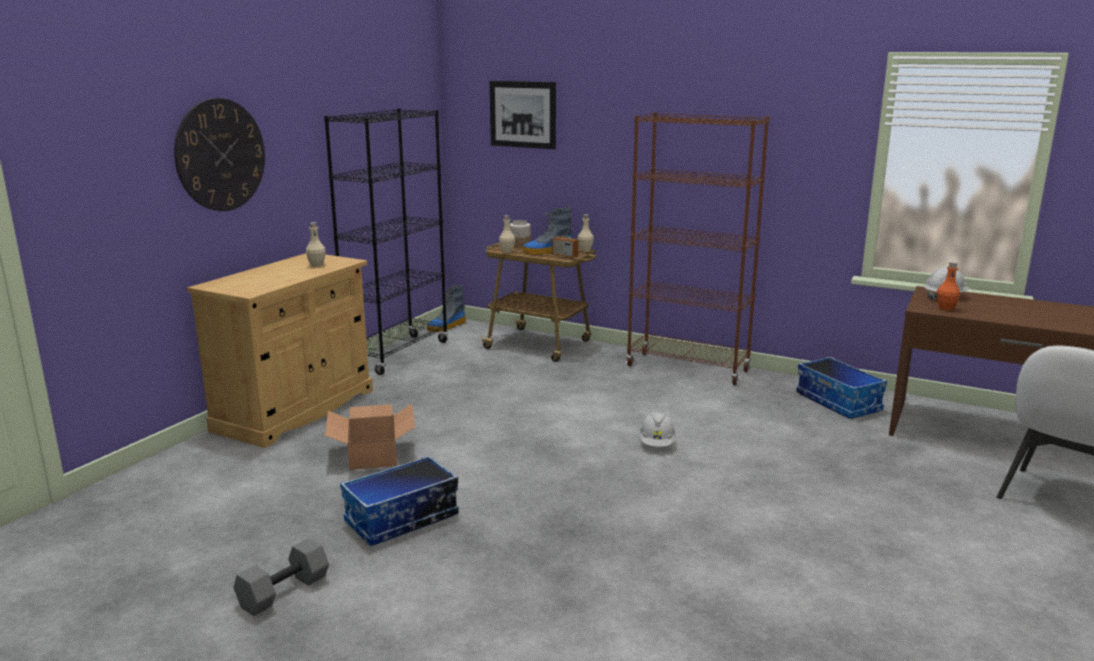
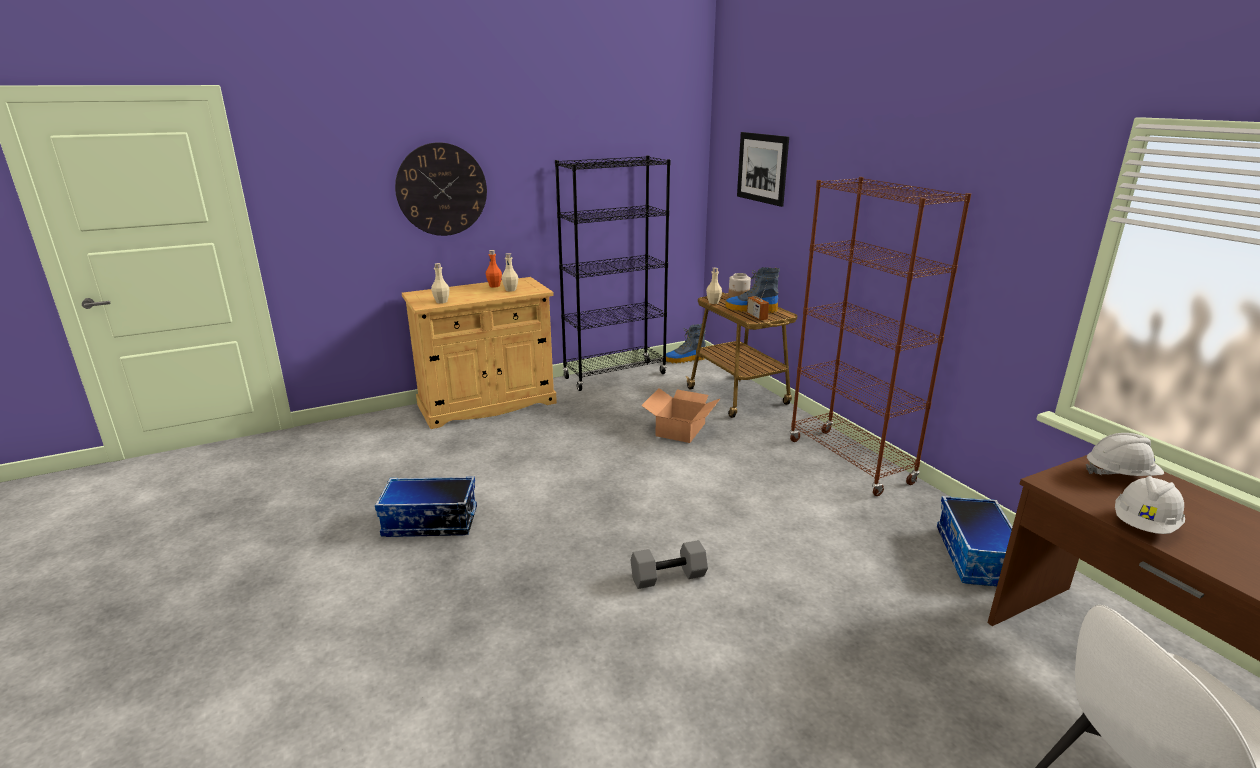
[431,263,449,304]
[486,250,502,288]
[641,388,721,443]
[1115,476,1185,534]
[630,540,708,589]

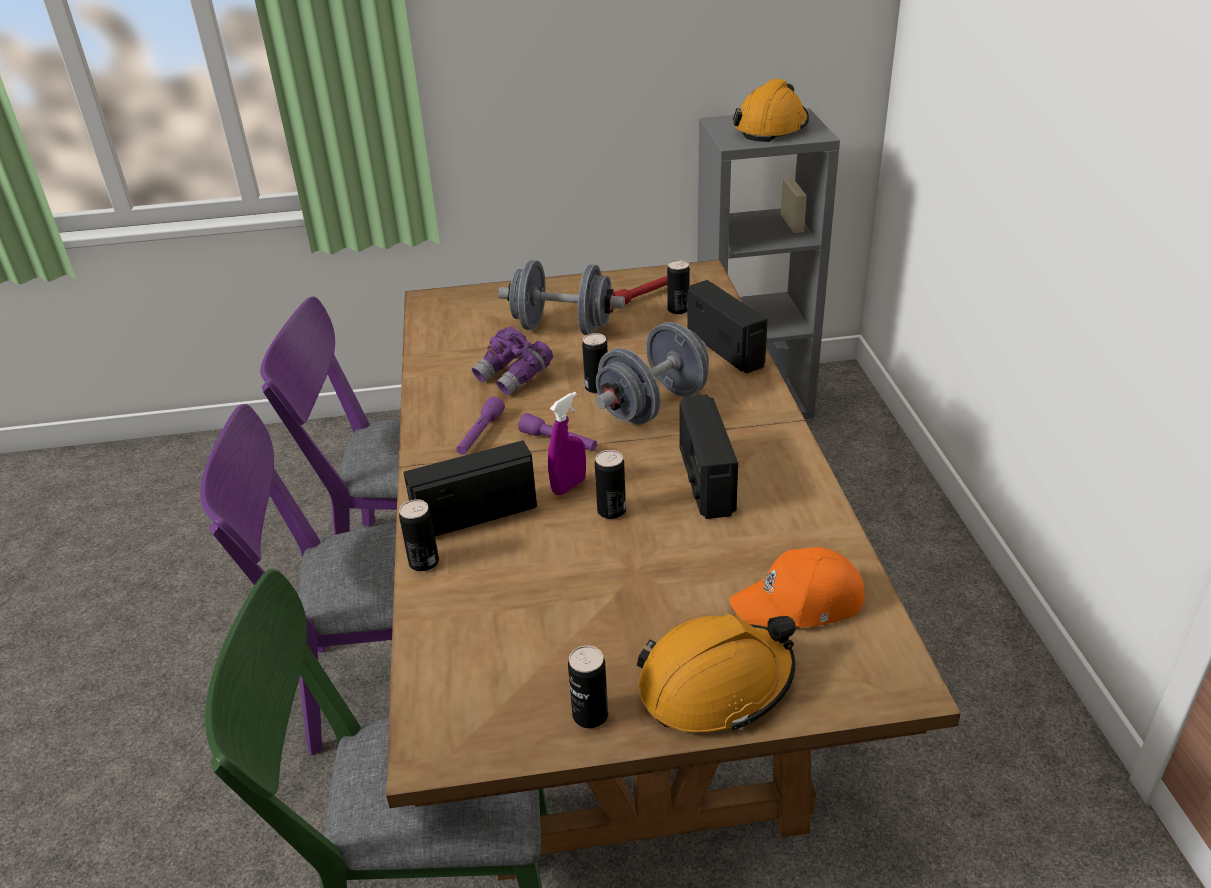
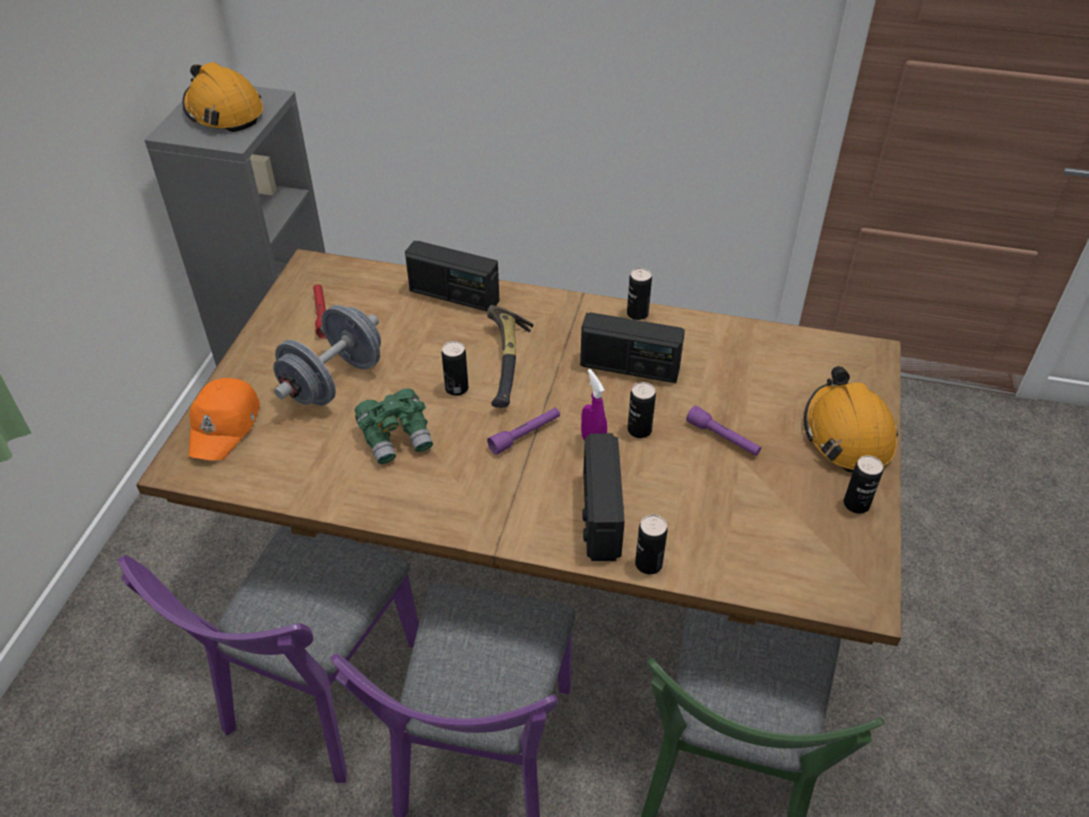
[627,268,652,320]
[405,241,499,311]
[487,305,534,408]
[355,389,433,464]
[686,405,761,456]
[188,378,260,460]

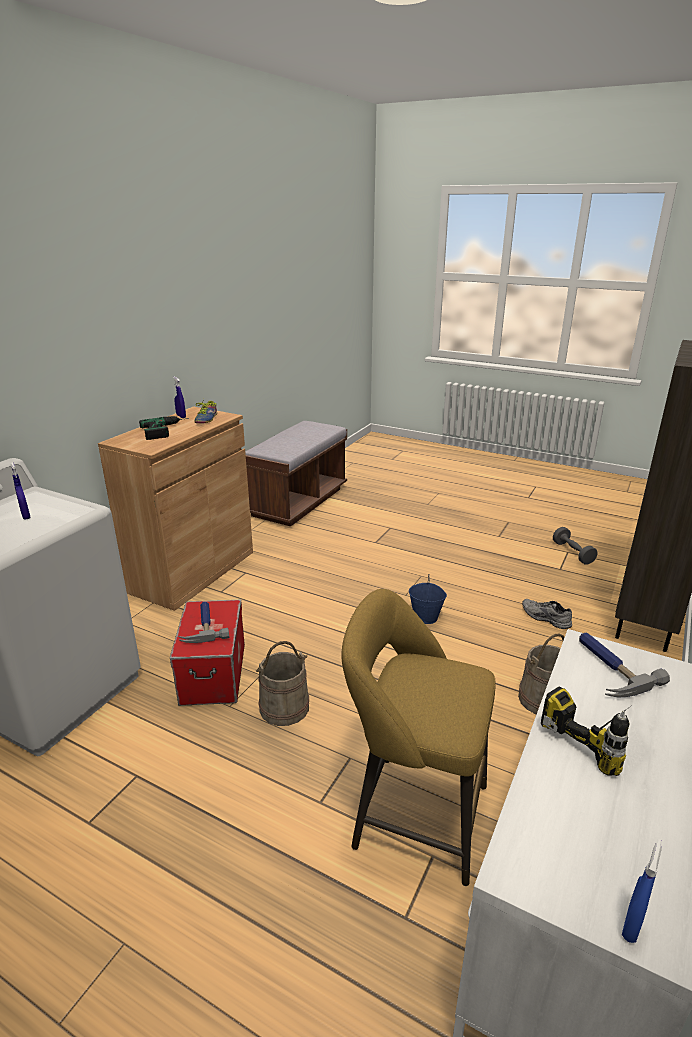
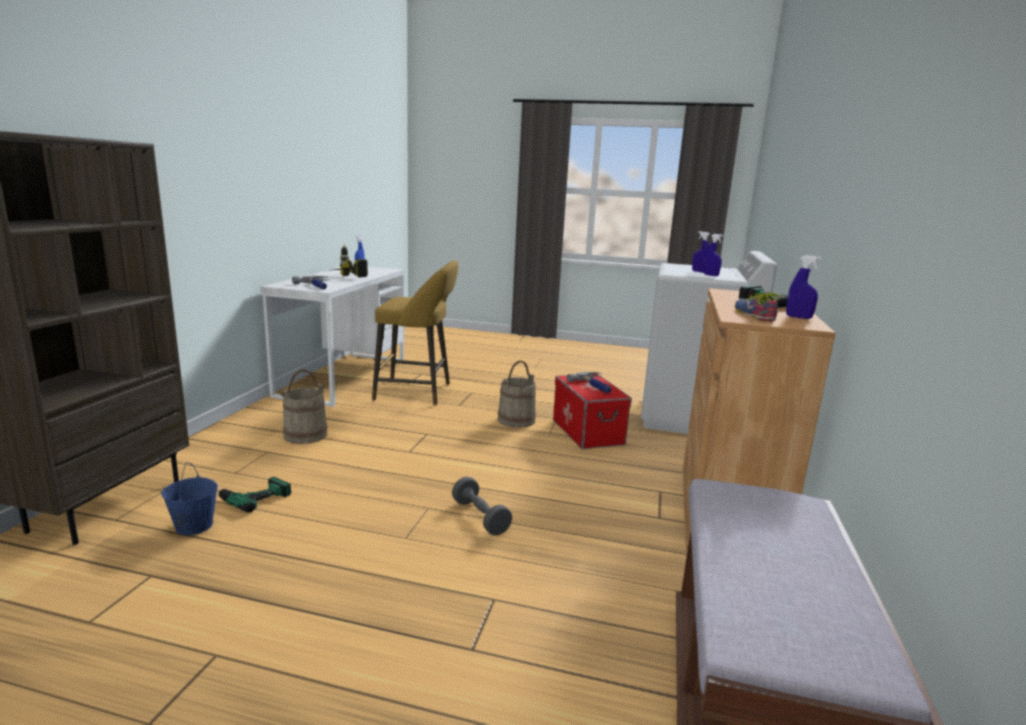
[452,477,512,536]
[161,462,218,535]
[217,477,291,513]
[704,234,723,276]

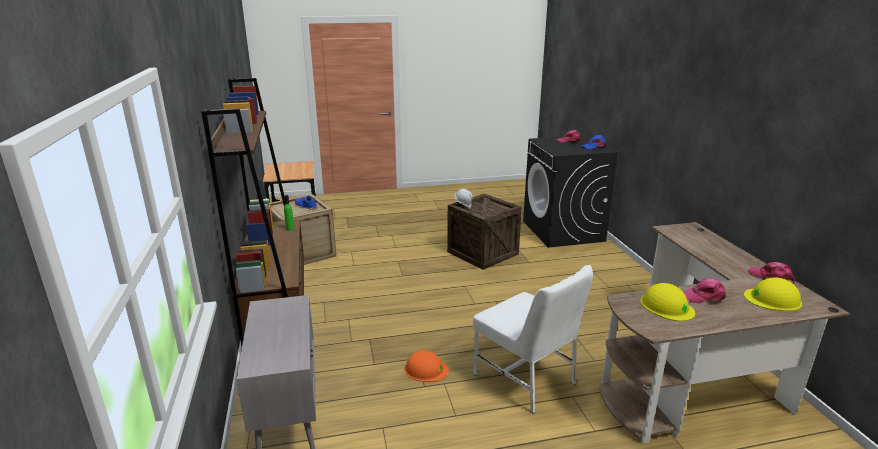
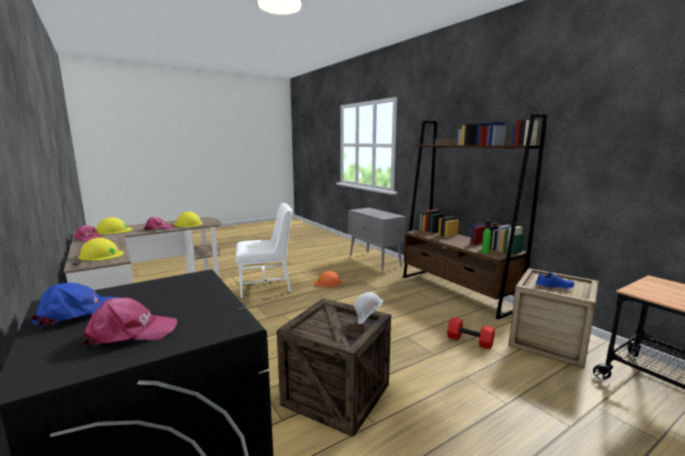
[236,203,292,298]
[78,238,124,261]
[447,317,495,349]

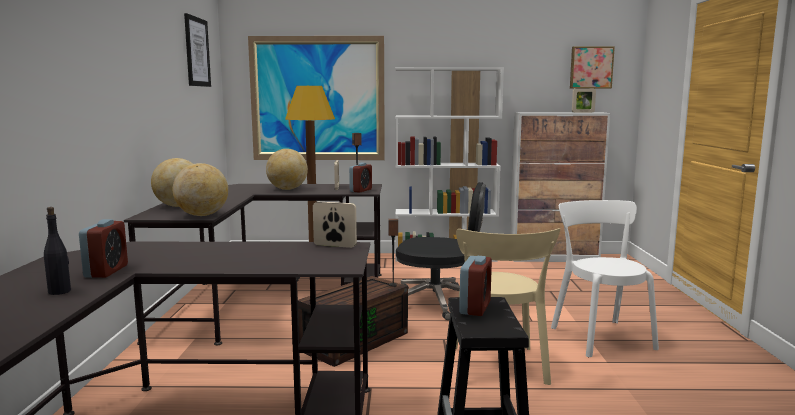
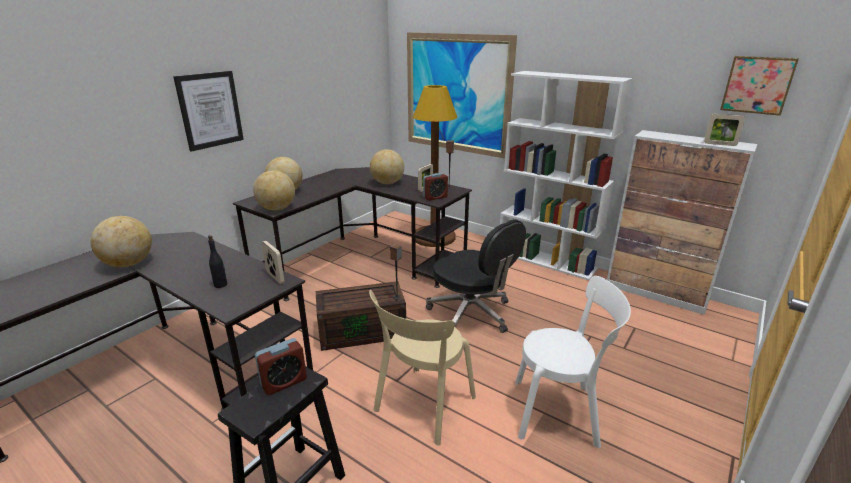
[173,71,244,152]
[515,276,631,448]
[208,235,227,288]
[91,216,152,267]

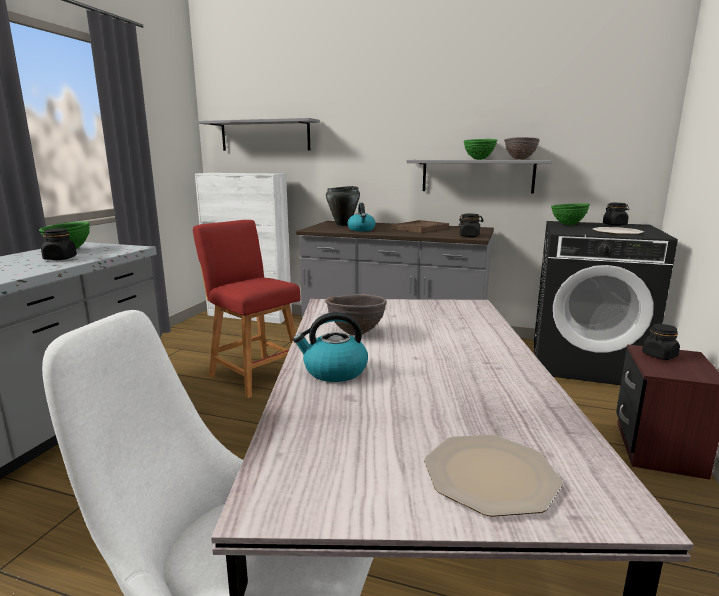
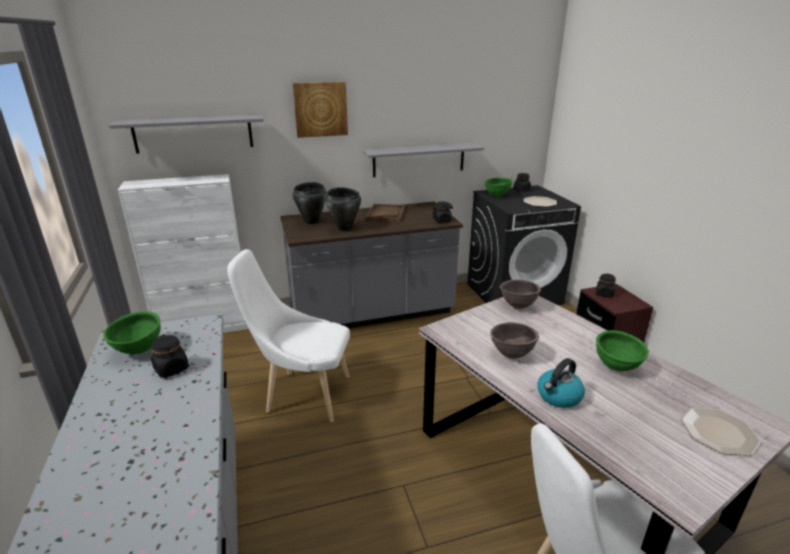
[500,280,541,309]
[596,330,649,372]
[325,187,361,231]
[227,249,350,422]
[293,82,348,138]

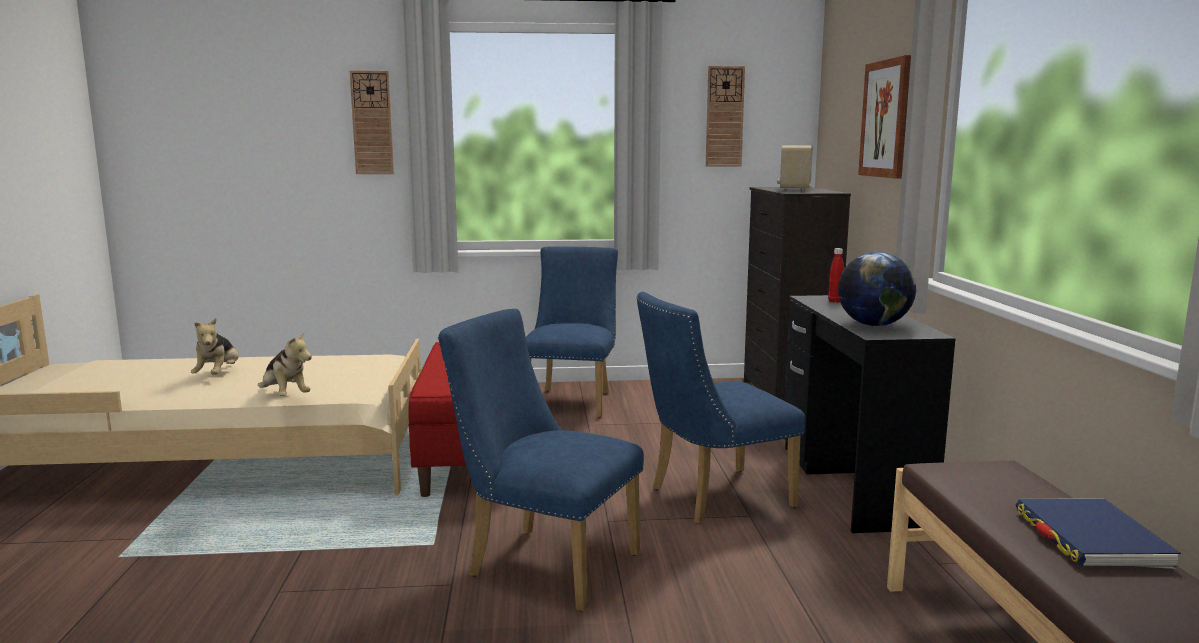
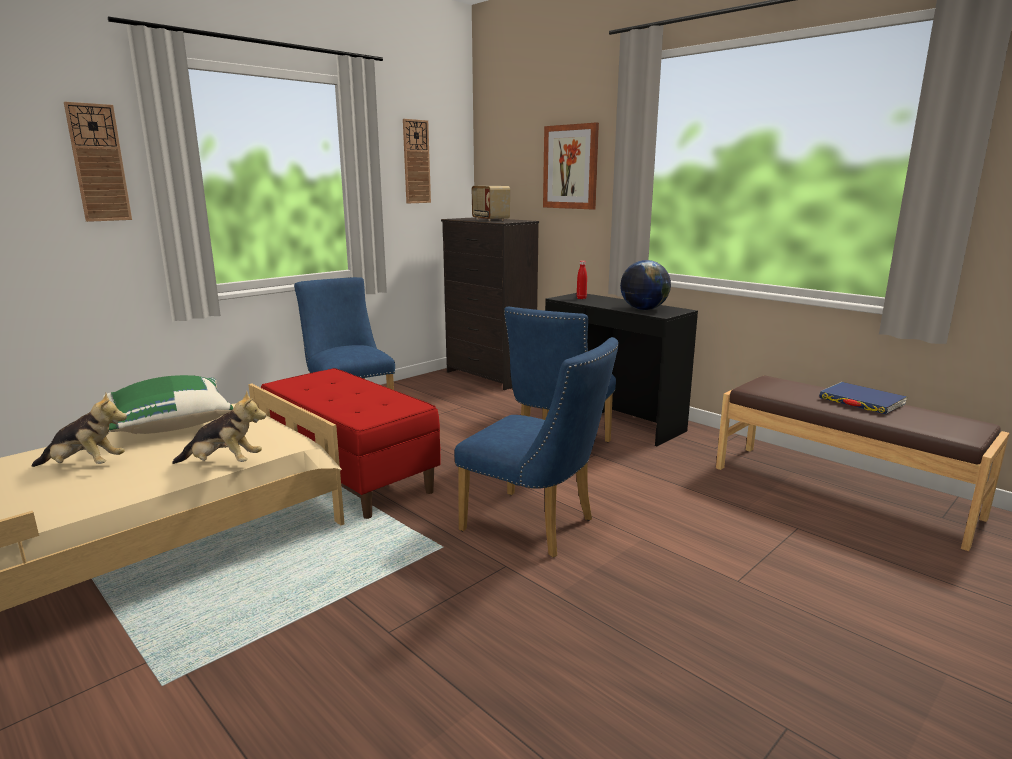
[454,337,619,558]
[32,393,127,467]
[103,375,234,434]

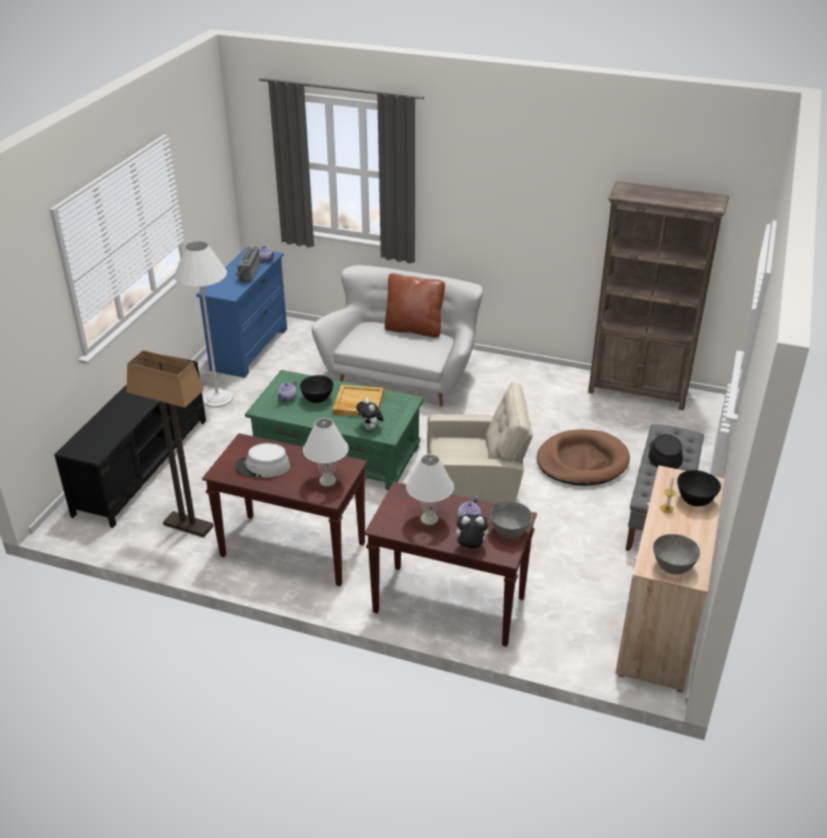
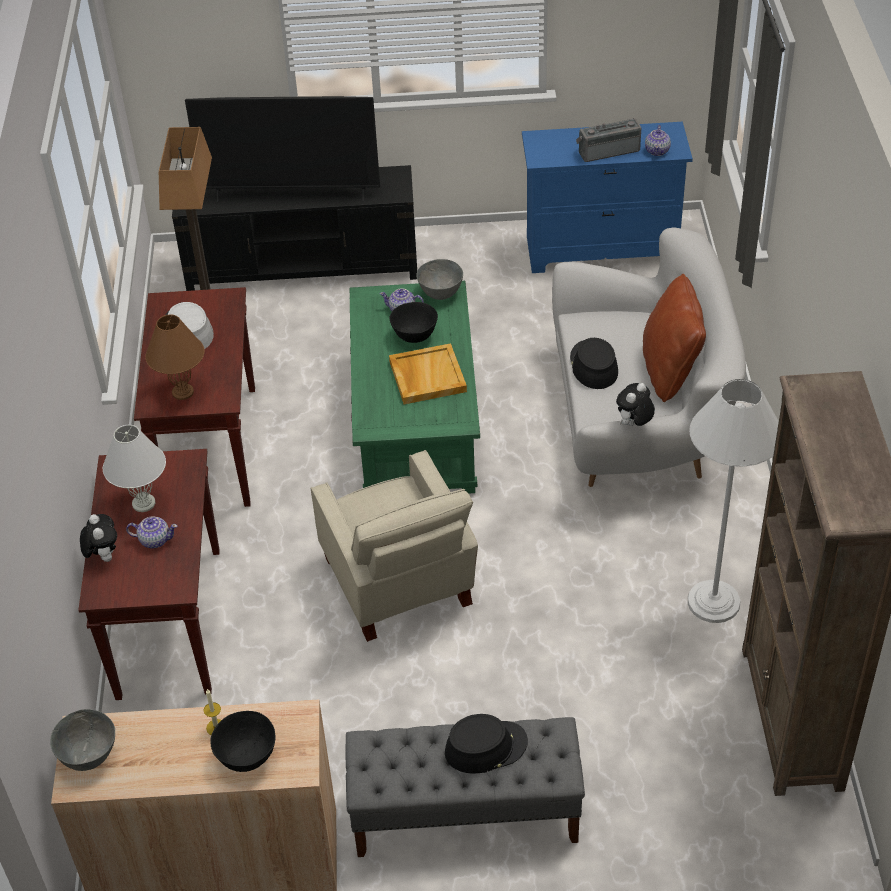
[688,379,779,623]
[616,383,655,426]
[145,314,205,400]
[537,429,630,486] (first image)
[416,259,463,300]
[185,96,380,202]
[570,338,618,389]

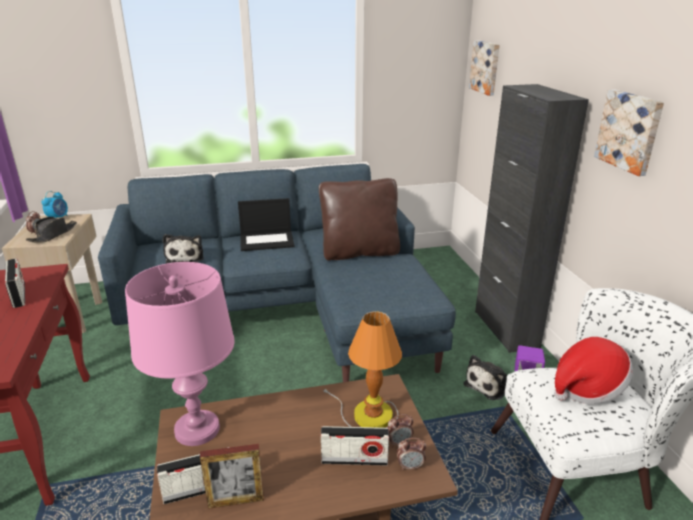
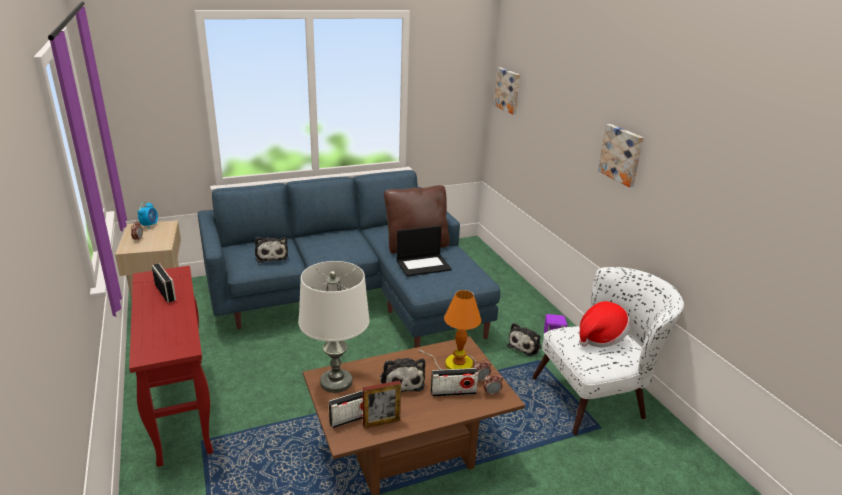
[475,84,589,353] (first image)
[397,225,452,277]
[26,217,77,243] (first image)
[299,261,370,393]
[380,358,425,393]

